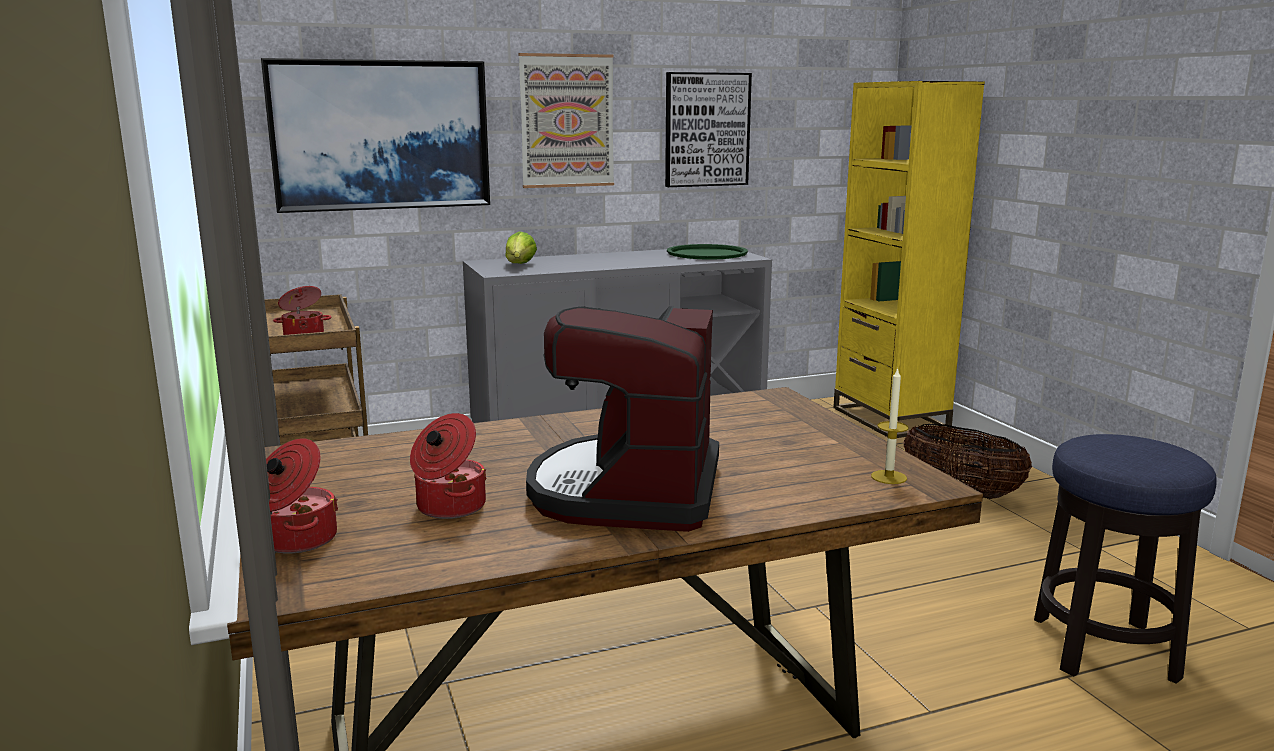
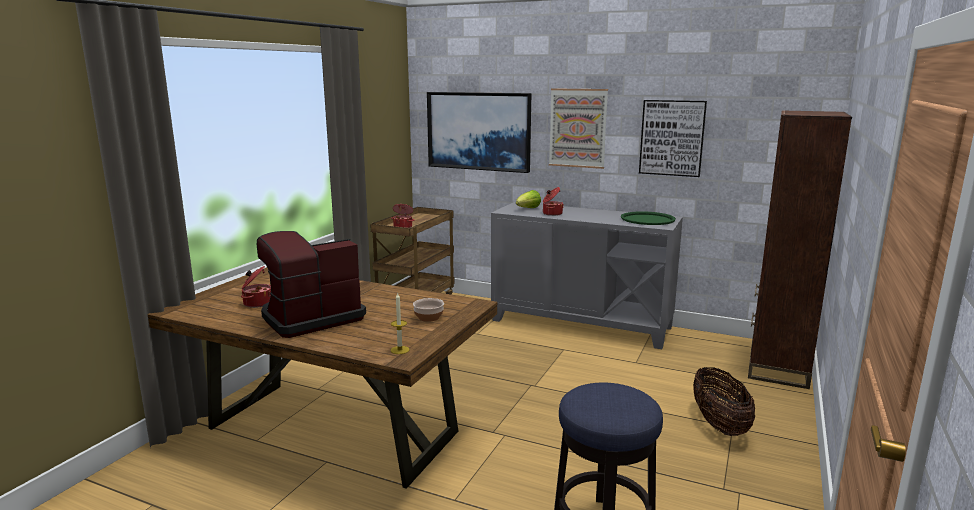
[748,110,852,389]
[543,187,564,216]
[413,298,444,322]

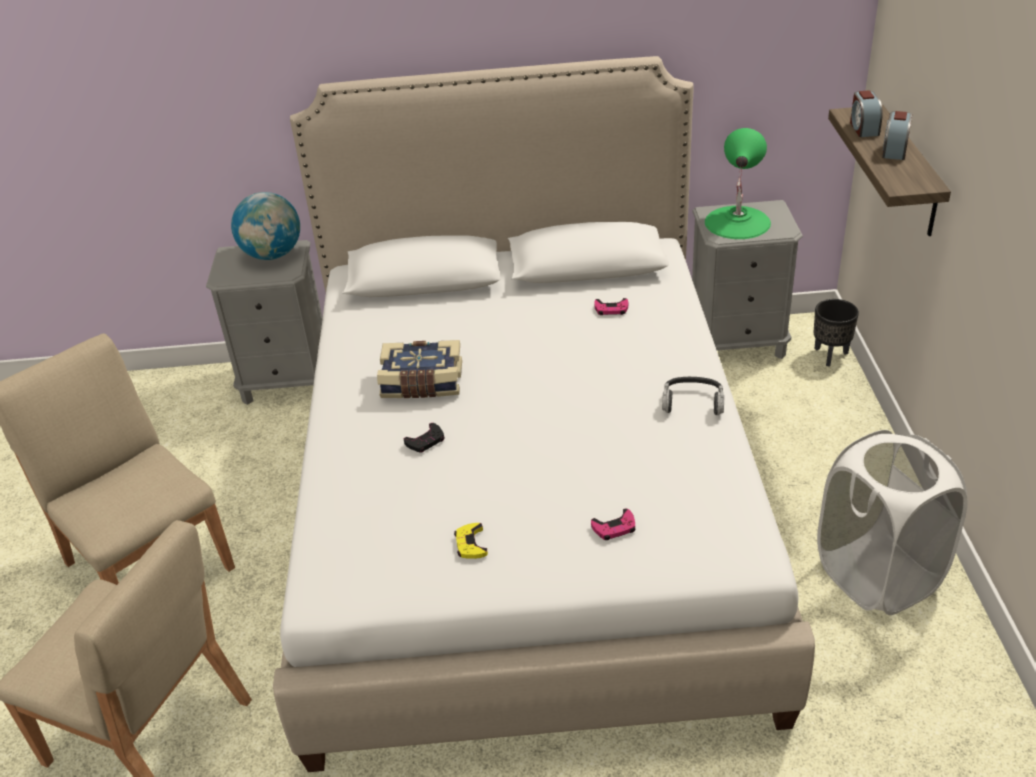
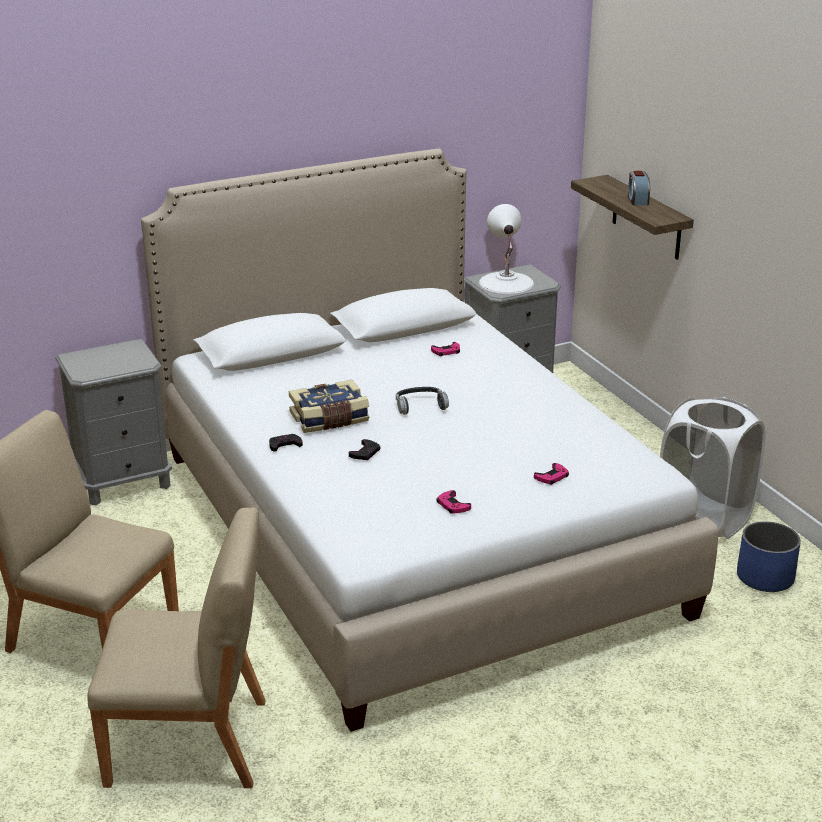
[850,90,883,137] (first image)
[479,204,534,294]
[231,192,300,260] (first image)
[813,299,859,366] (first image)
[396,387,449,415]
[436,490,471,514]
[269,434,303,452]
[737,521,801,592]

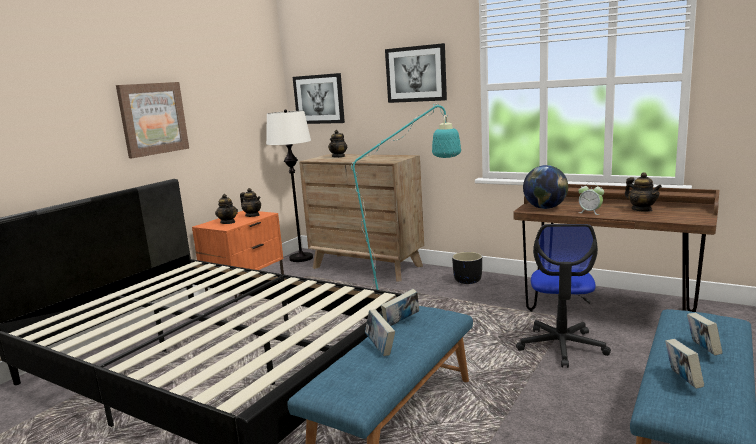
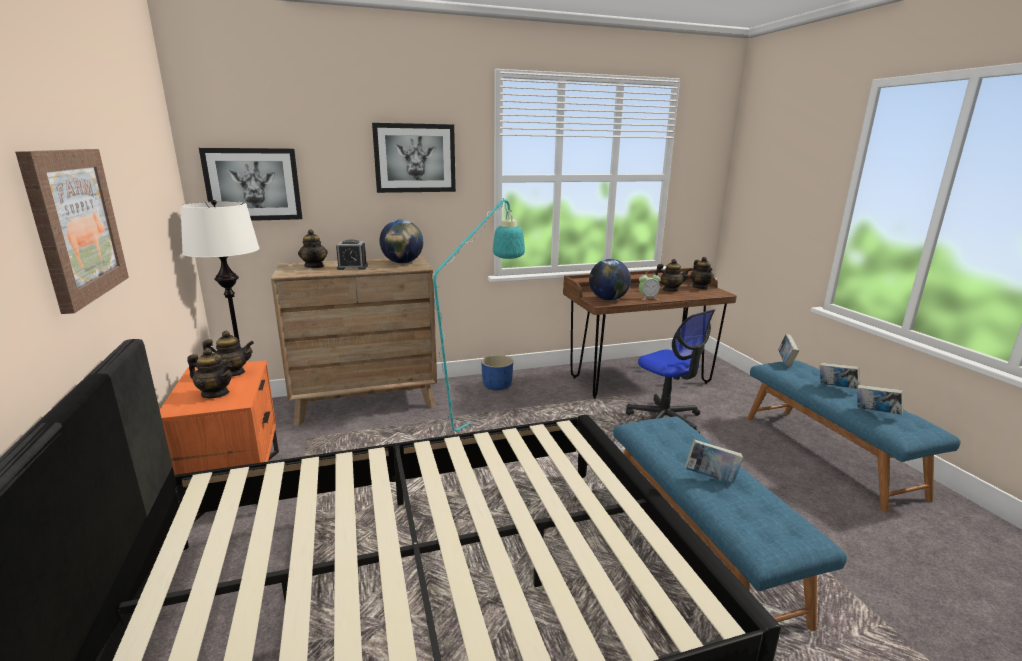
[481,355,513,391]
[778,334,799,366]
[379,220,423,264]
[336,239,368,270]
[690,257,714,289]

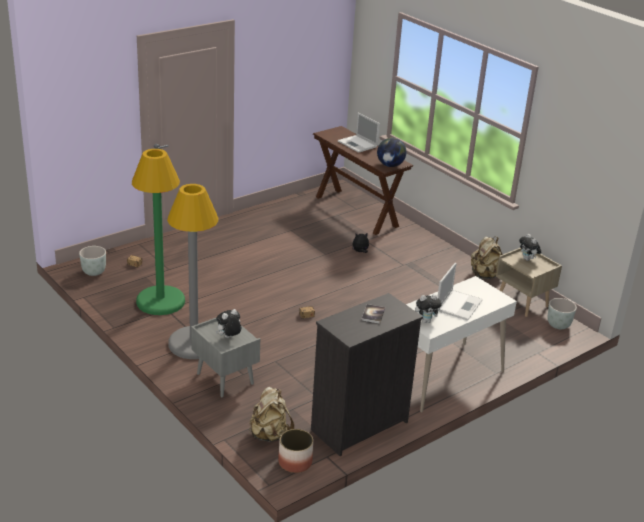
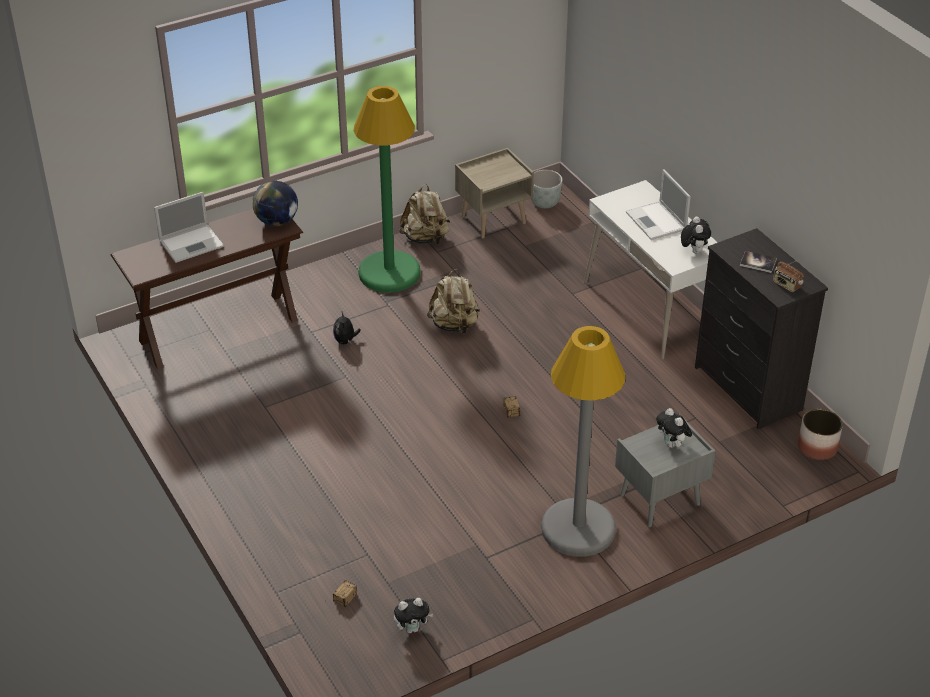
[354,86,421,292]
[394,598,433,633]
[79,246,106,276] (first image)
[626,169,691,240]
[427,269,480,334]
[773,259,804,292]

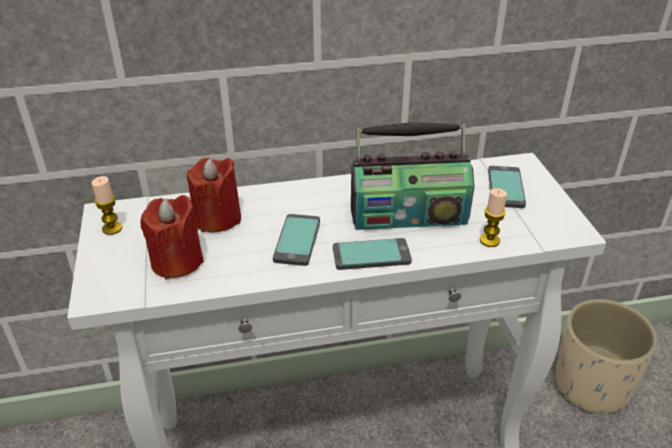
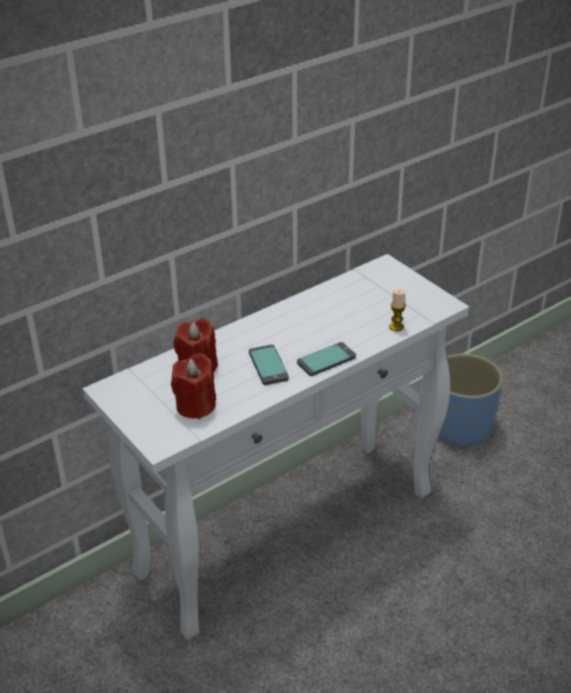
[351,122,474,230] (first image)
[488,166,526,208] (first image)
[92,176,122,235] (first image)
[438,353,503,449]

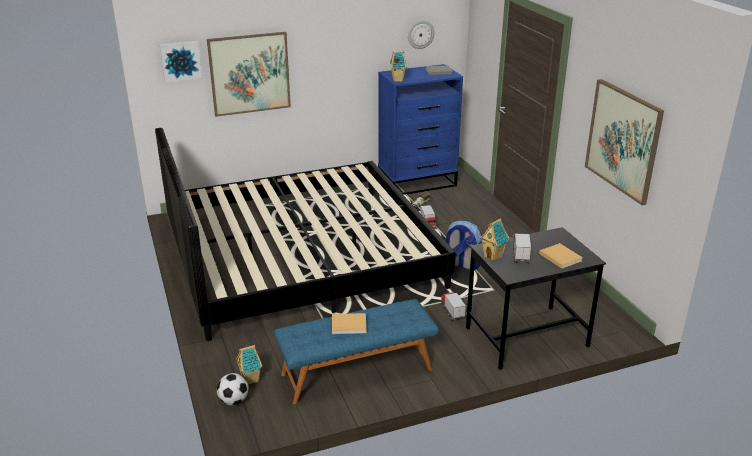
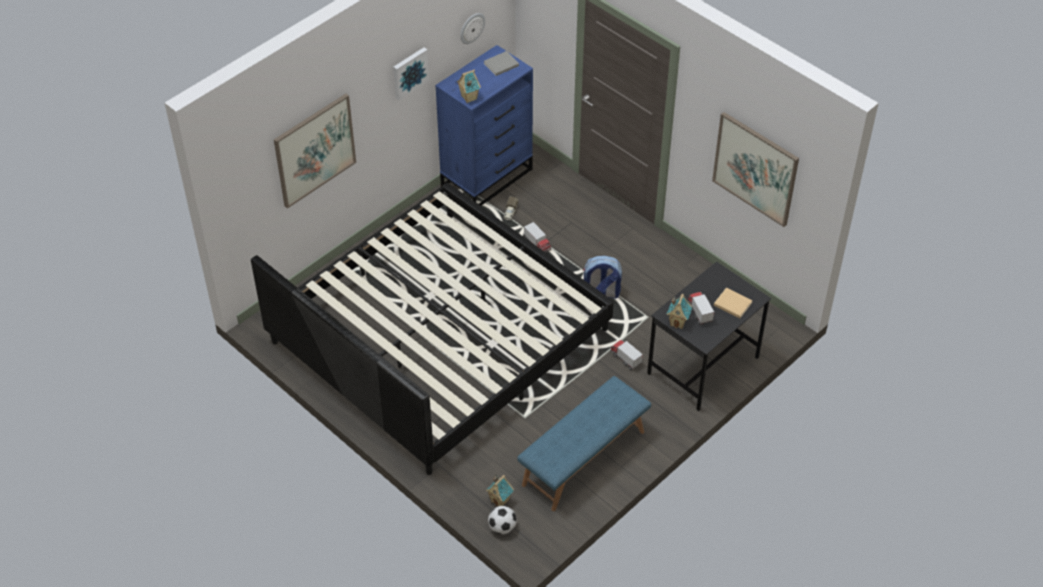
[393,47,429,100]
[332,313,367,334] (first image)

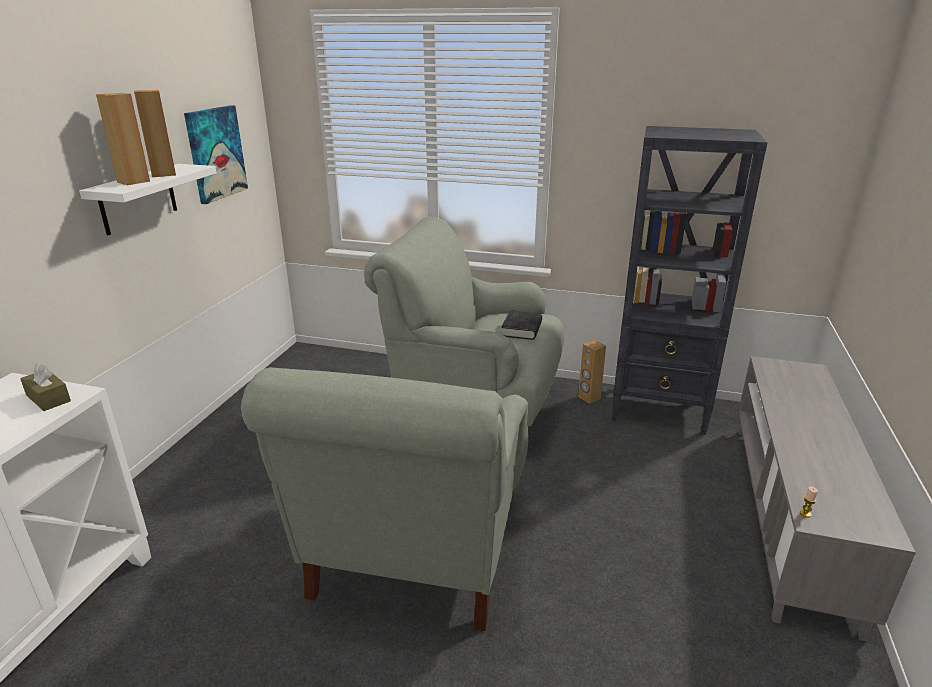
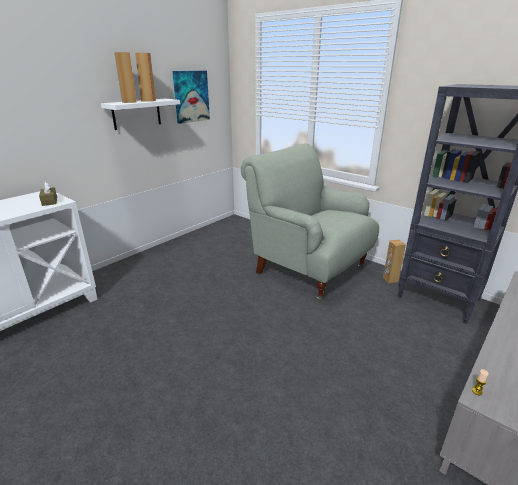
[501,310,542,340] (first image)
[241,367,529,631] (first image)

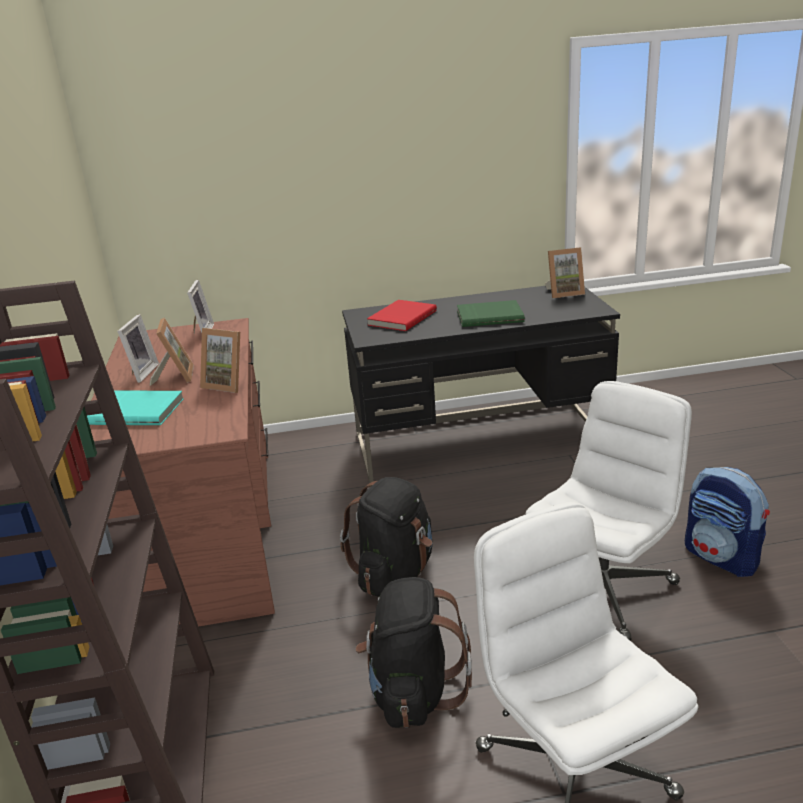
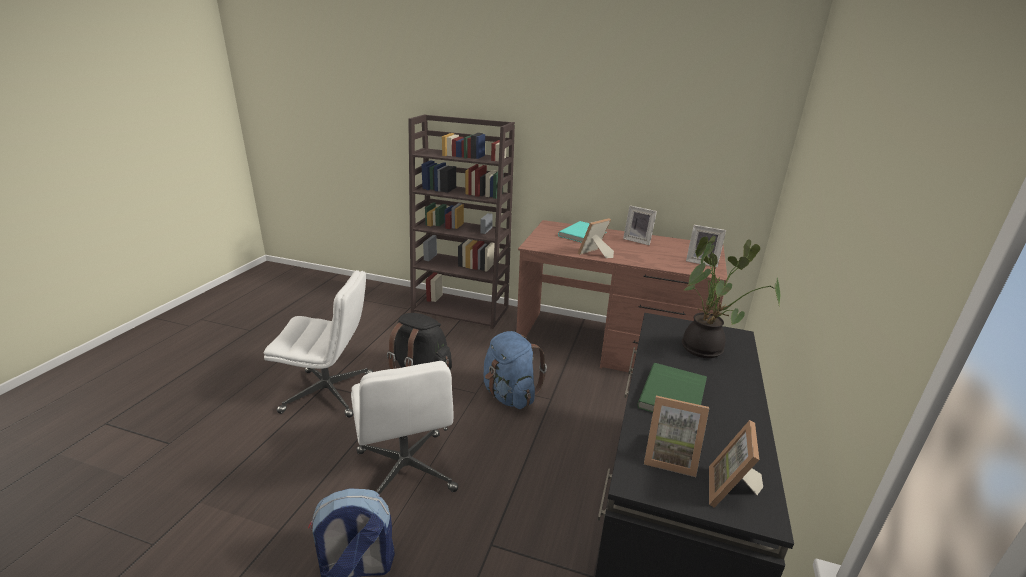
[682,236,780,358]
[644,396,709,477]
[484,331,547,409]

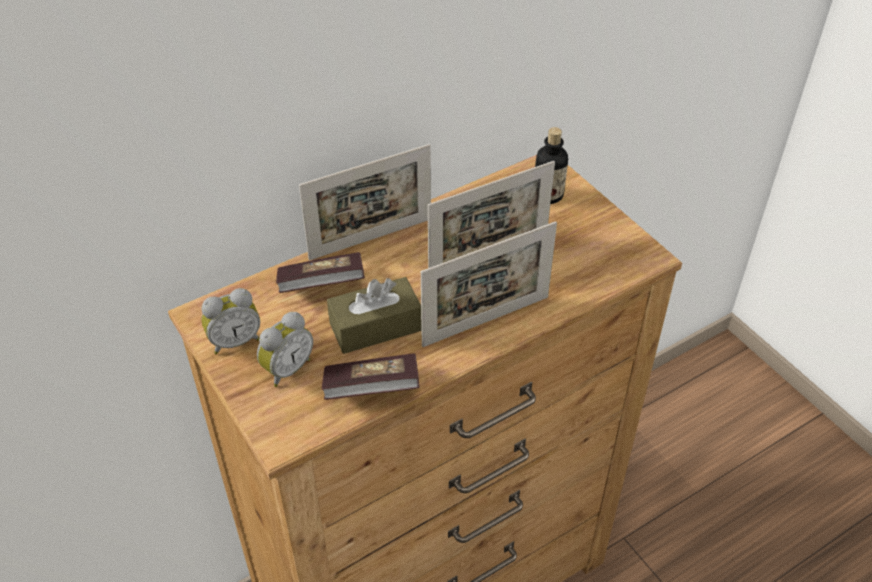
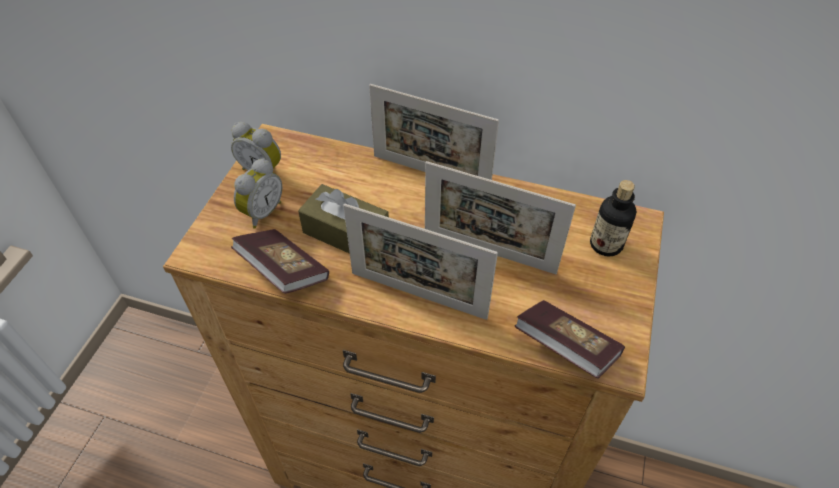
[514,300,625,379]
[234,158,283,229]

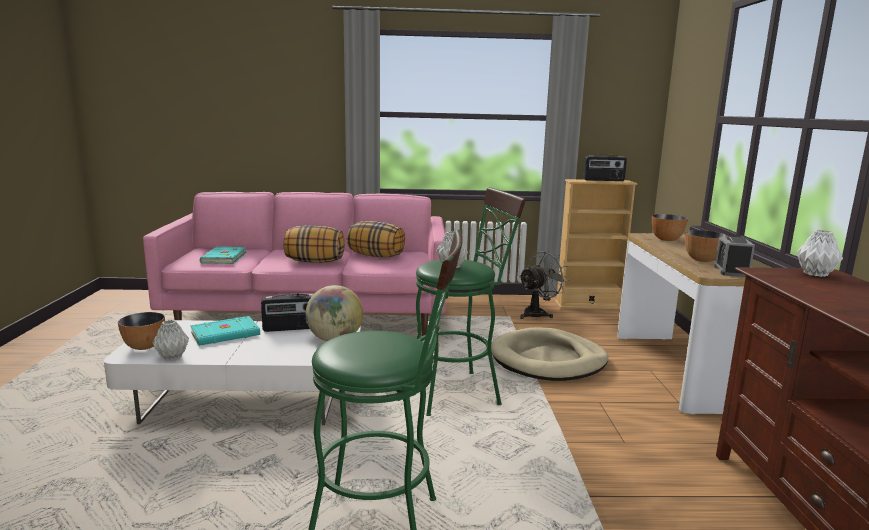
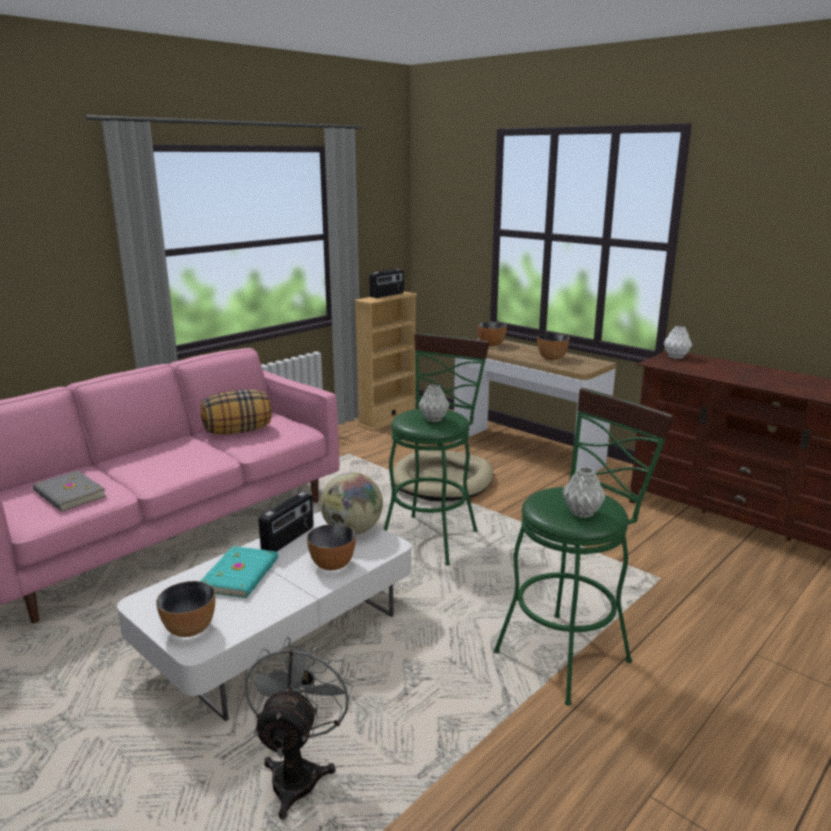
[283,225,345,263] (first image)
[714,237,755,277] (first image)
[33,471,107,512]
[245,637,353,820]
[562,467,605,518]
[307,524,356,571]

